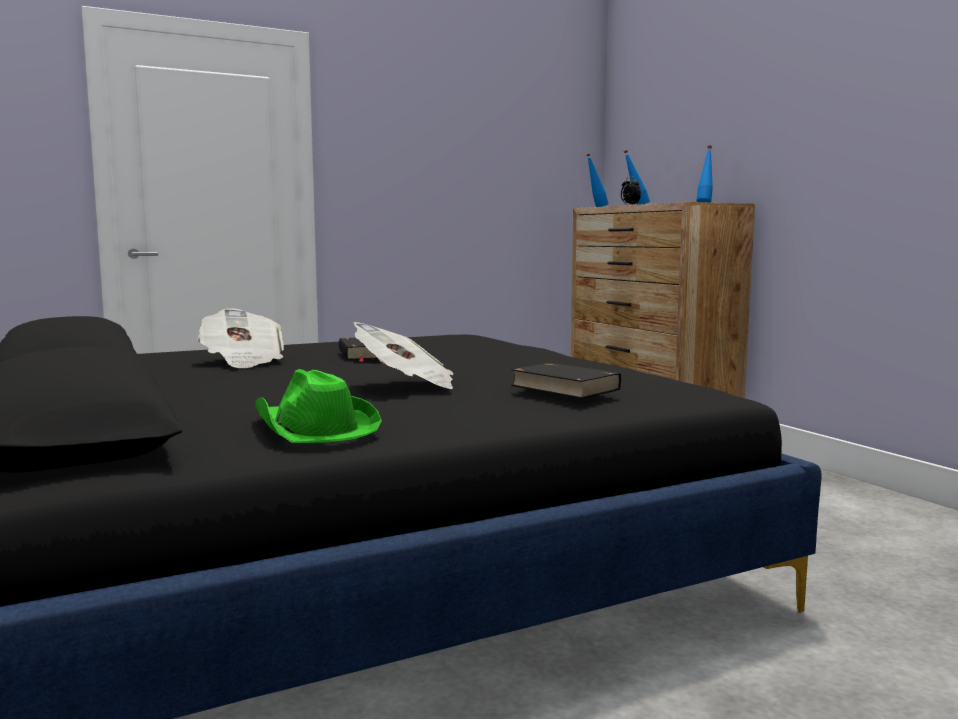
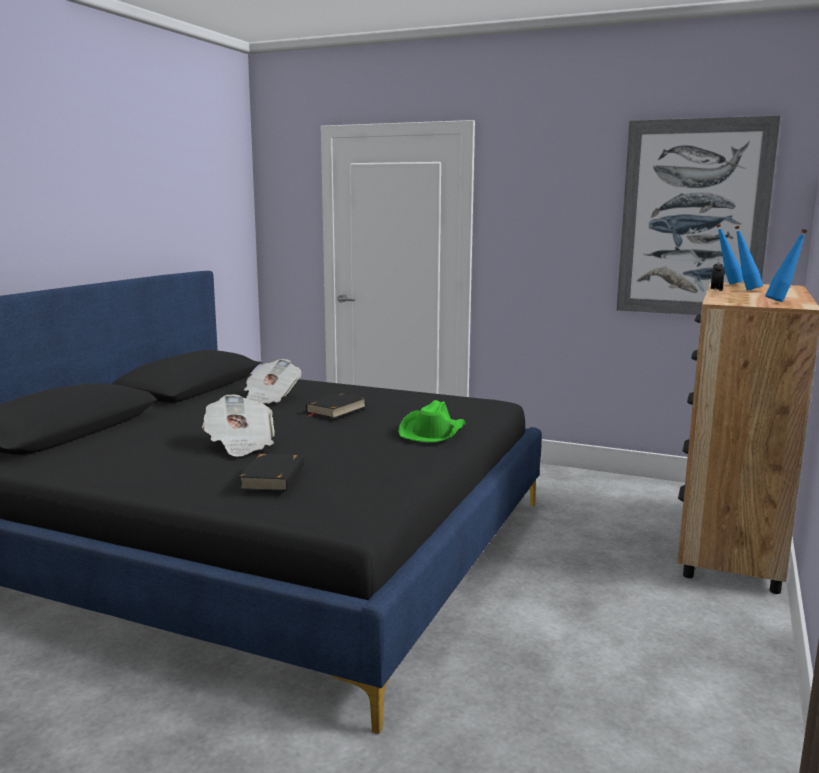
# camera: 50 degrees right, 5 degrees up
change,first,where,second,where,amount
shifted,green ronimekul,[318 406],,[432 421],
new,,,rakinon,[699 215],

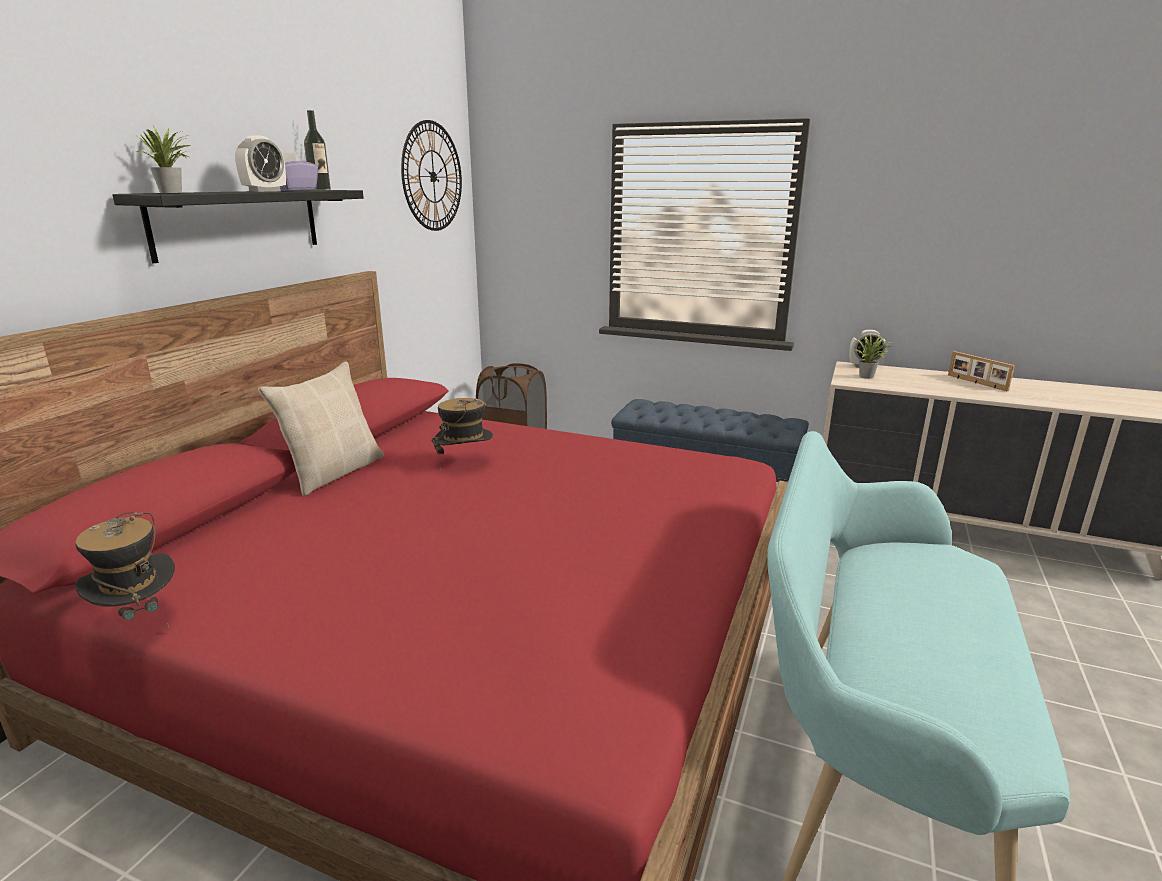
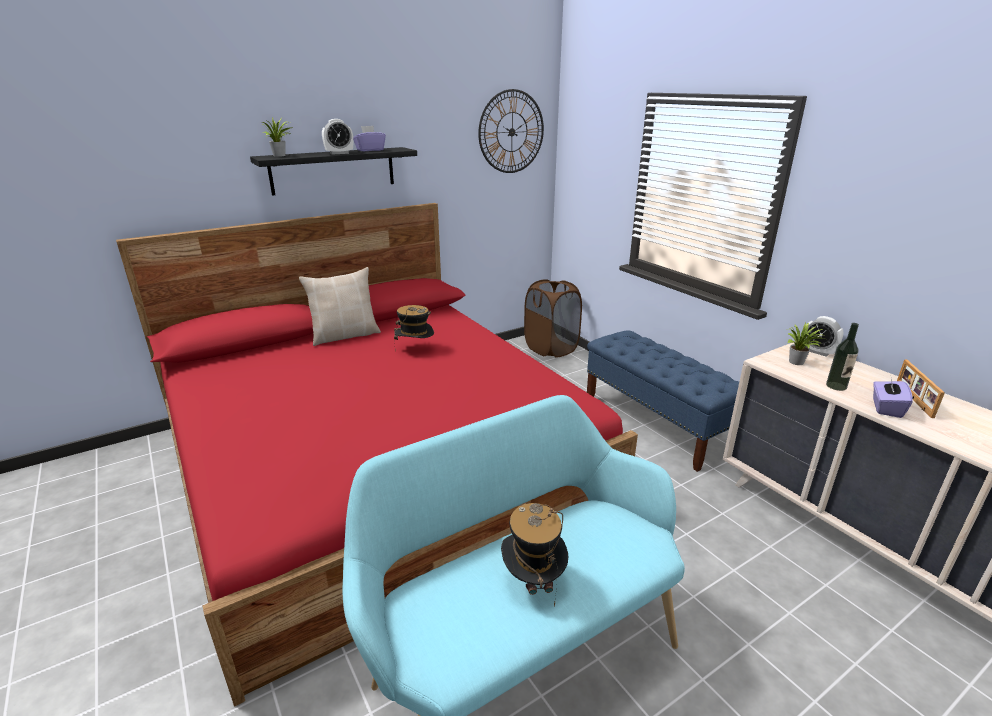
# camera: 35 degrees right, 5 degrees up
change,first,where,second,where,amount
shifted,ronimekul,[125 571],,[534 554],
shifted,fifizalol,[317 150],,[842 357],
new,,,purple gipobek,[892 398],

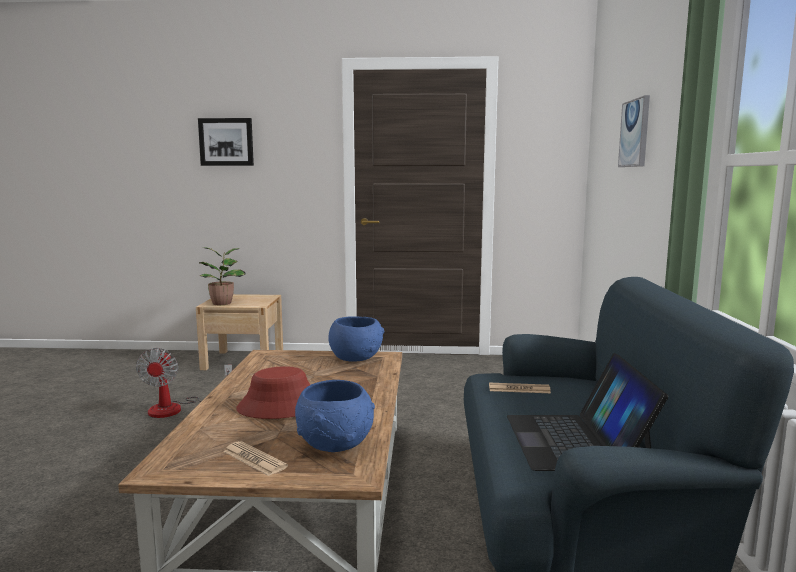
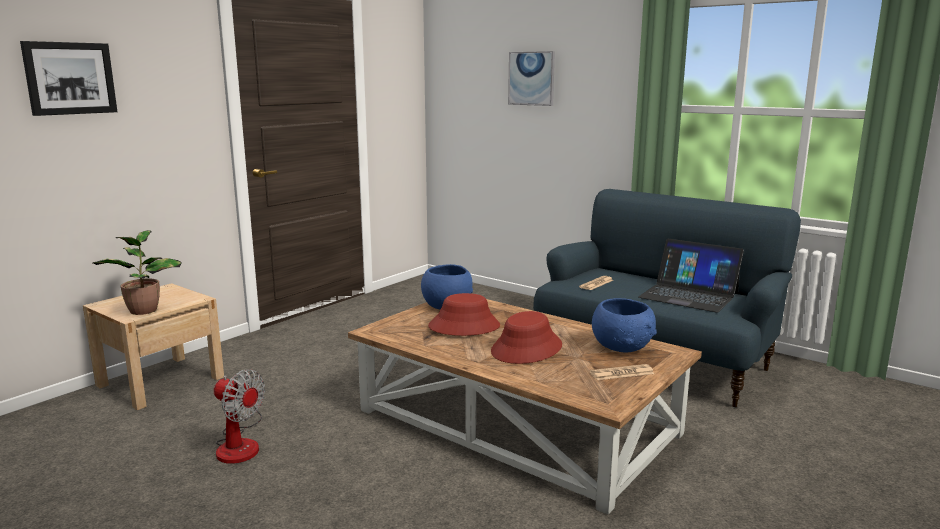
# camera: 55 degrees left, 5 degrees up
change,first,where,second,where,amount
new,,,red ronimekul,[464 314],

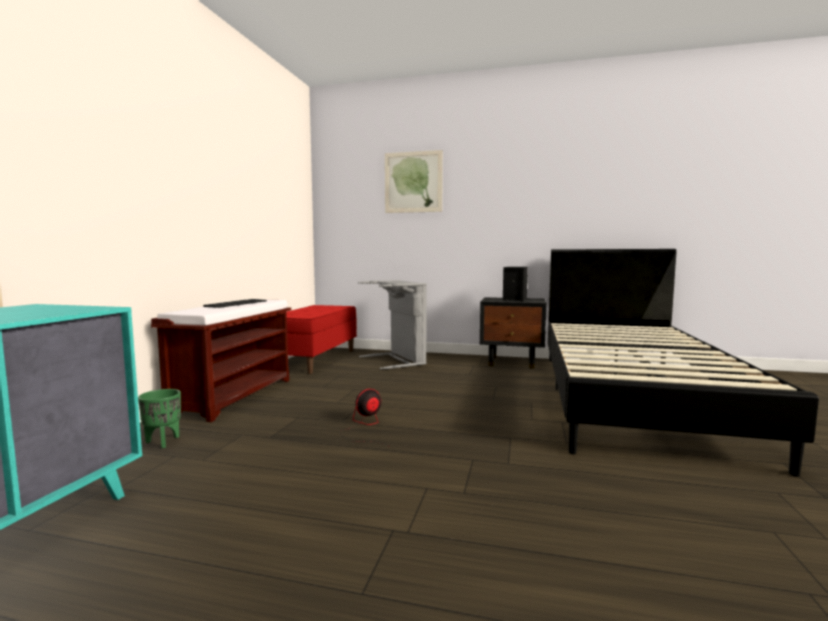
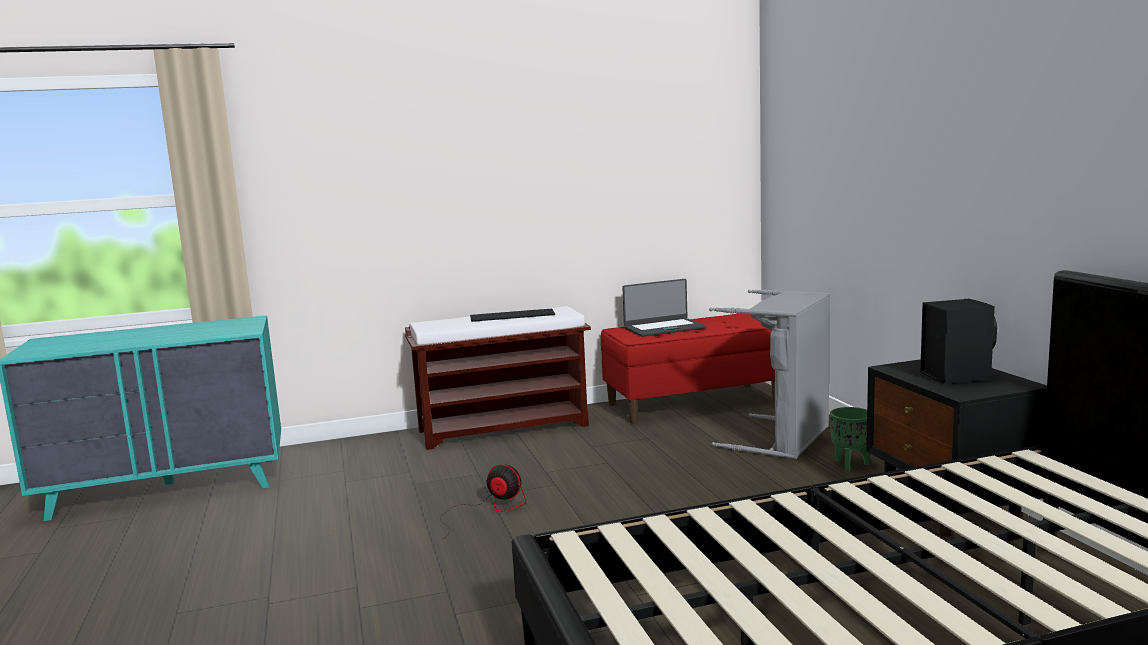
# camera: 60 degrees right, 5 degrees up
change,first,where,second,where,amount
shifted,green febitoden,[159 418],,[850 439],
gone,rakinon,[414 181],,,
new,,,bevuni,[664 308],

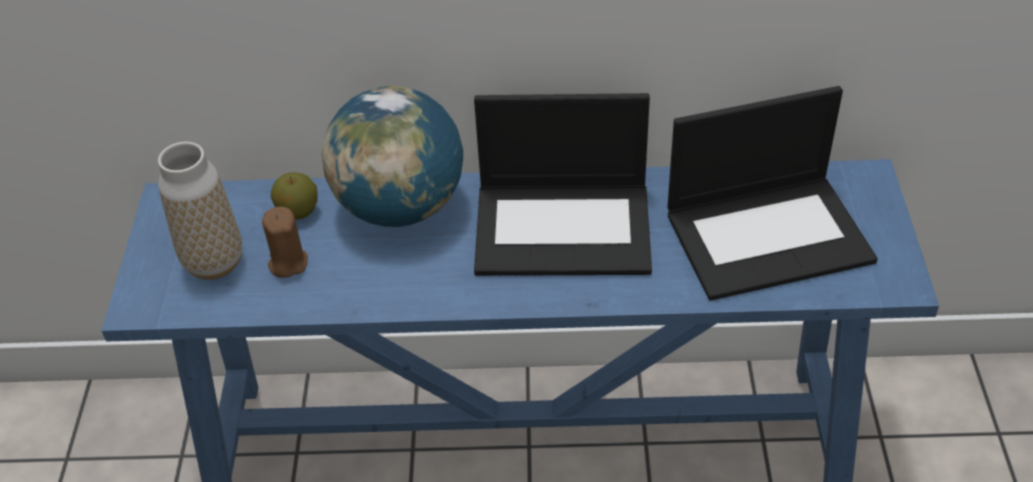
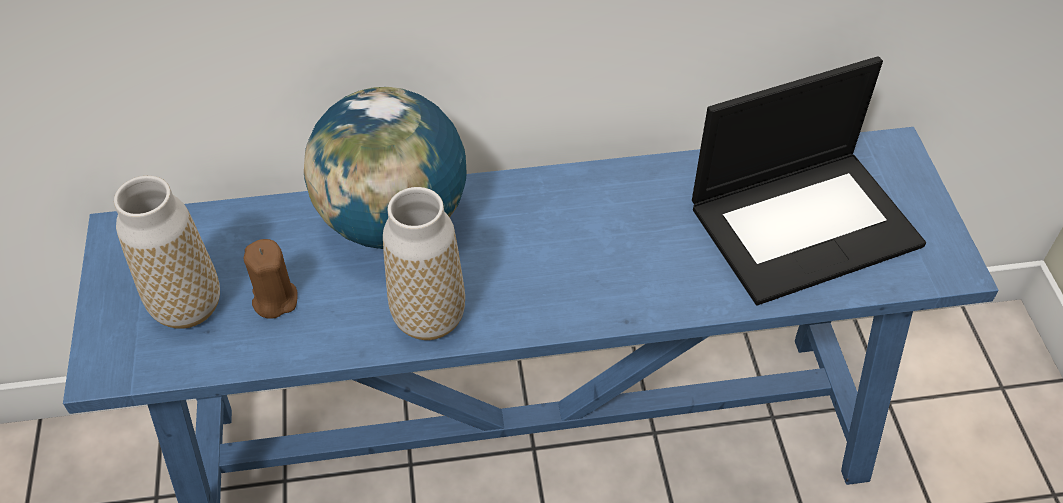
# camera: 10 degrees left, 5 degrees up
change,first,where,second,where,amount
gone,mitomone,[294 196],,,
gone,bevuni,[563 184],,,
new,,,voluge,[424 263],

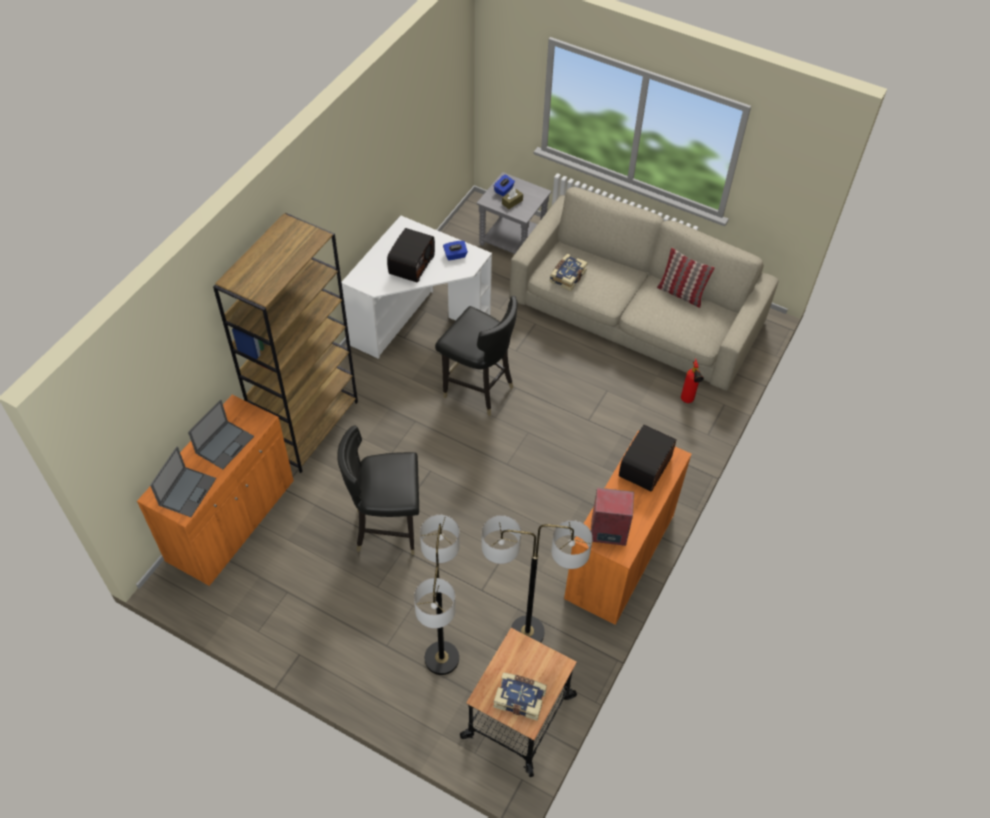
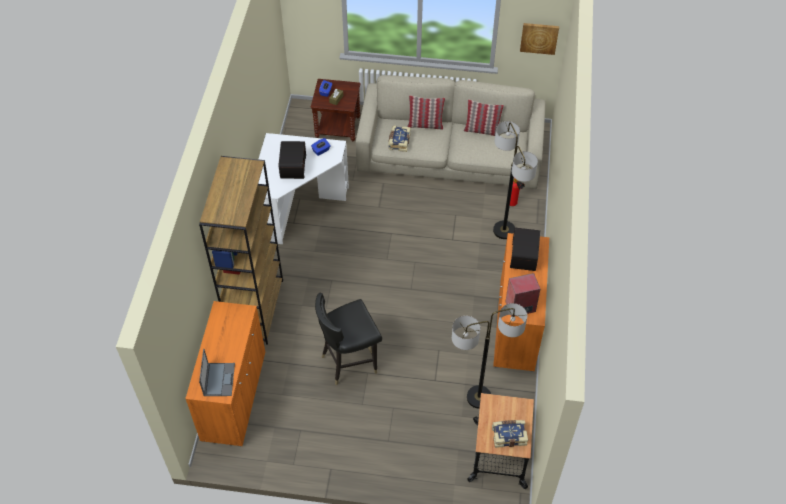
# camera: 20 degrees left, 0 degrees up
change,first,where,second,where,amount
gone,bevuni,[221 434],,,
shifted,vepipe,[437 595],,[515 180],
gone,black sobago,[476 356],,,
repainted,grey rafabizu,[514 213],brown rafabizu,[336 110],
new,,,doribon,[426 112],
new,,,rakinon,[539 39],

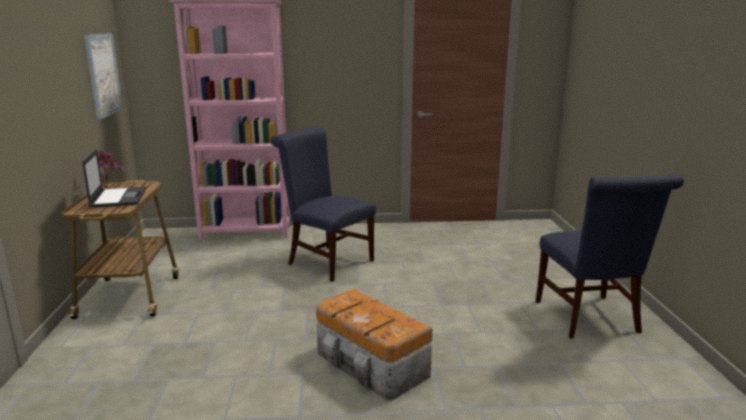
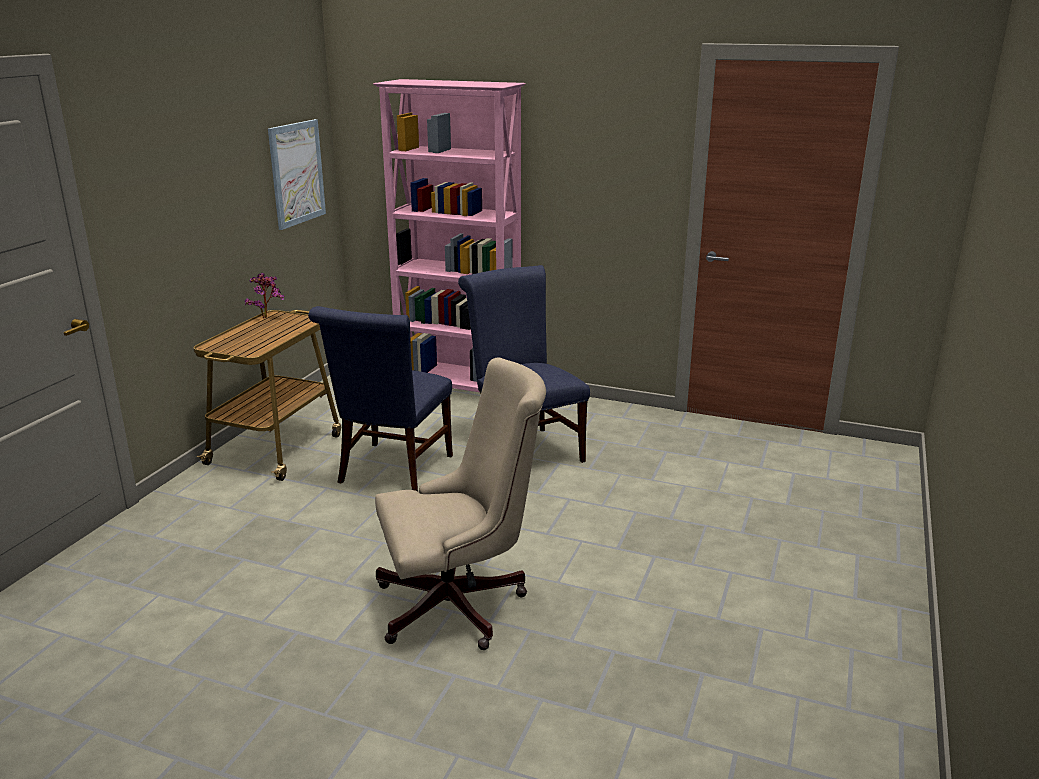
# camera: 25 degrees right, 5 degrees up
change,first,where,second,where,amount
gone,bevuni,[114 178],,,
swapped,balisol,[374 344],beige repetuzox,[460 504],
shifted,blue sobago,[609 256],,[380 398],

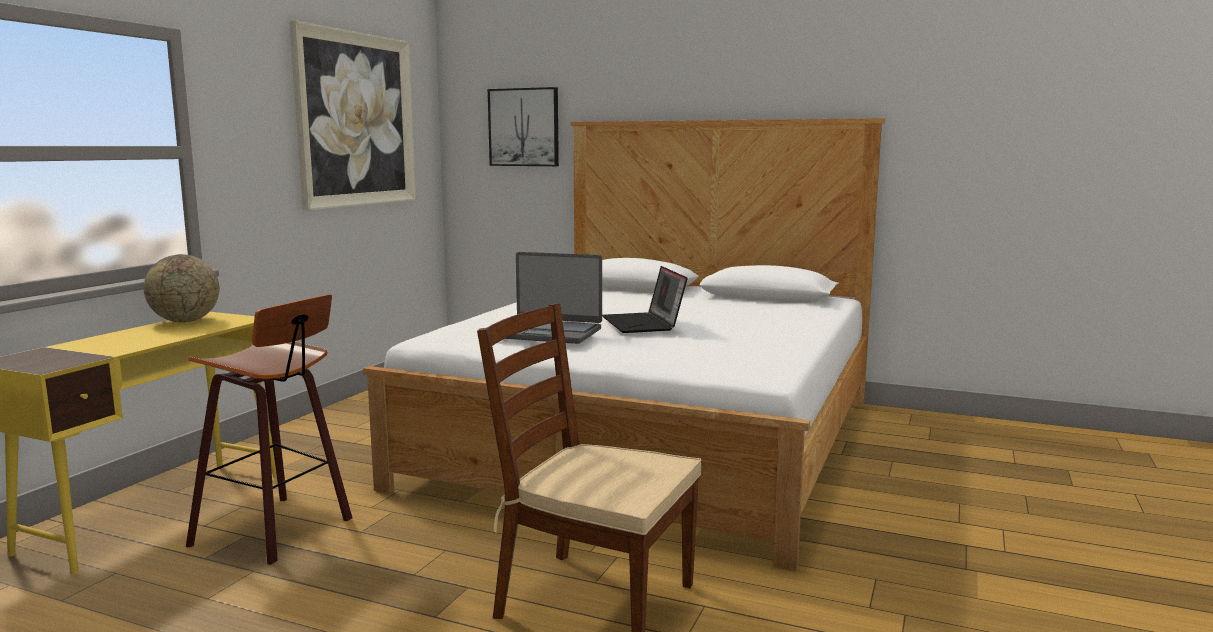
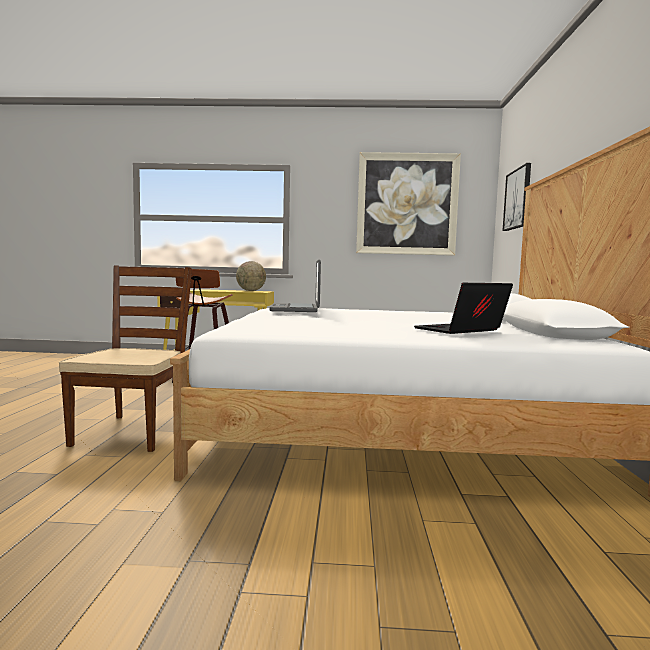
# camera: 70 degrees right, 5 degrees down
change,first,where,second,where,amount
shifted,bevuni,[645 299],,[463 308],

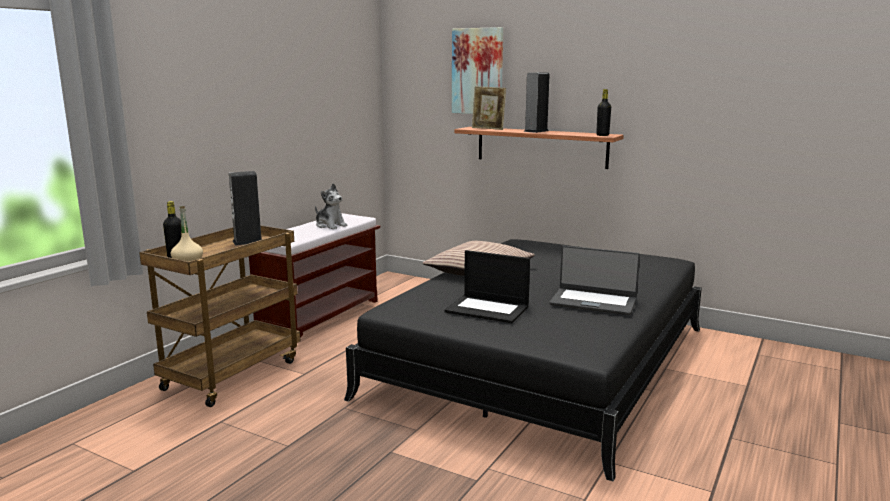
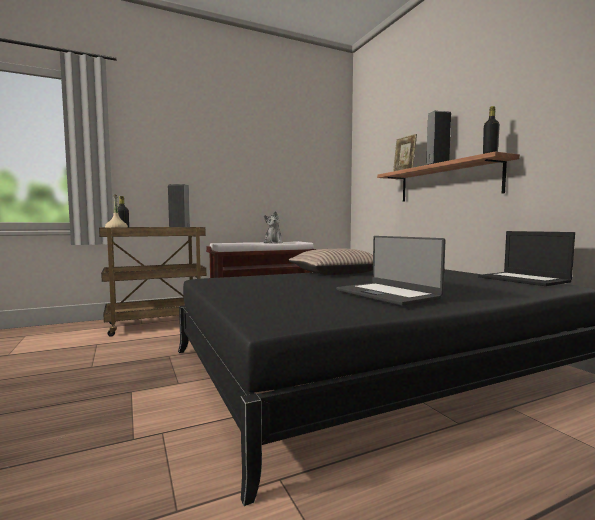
# camera: 35 degrees right, 10 degrees down
change,first,where,second,where,amount
shifted,bevuni,[487 286],,[526 258],
gone,rakinon,[477 70],,,

